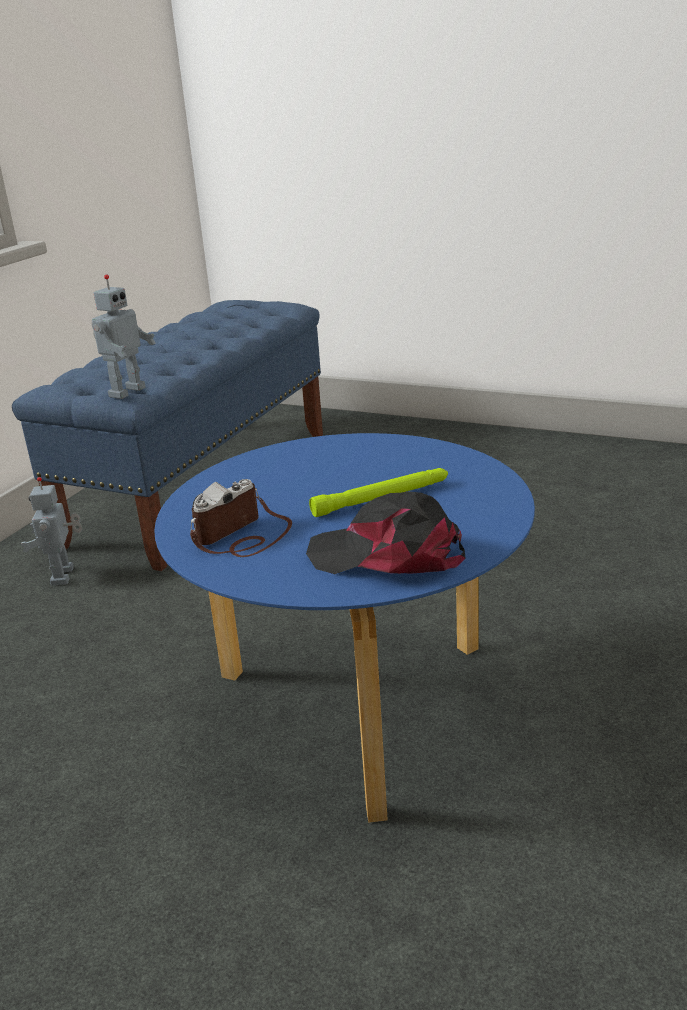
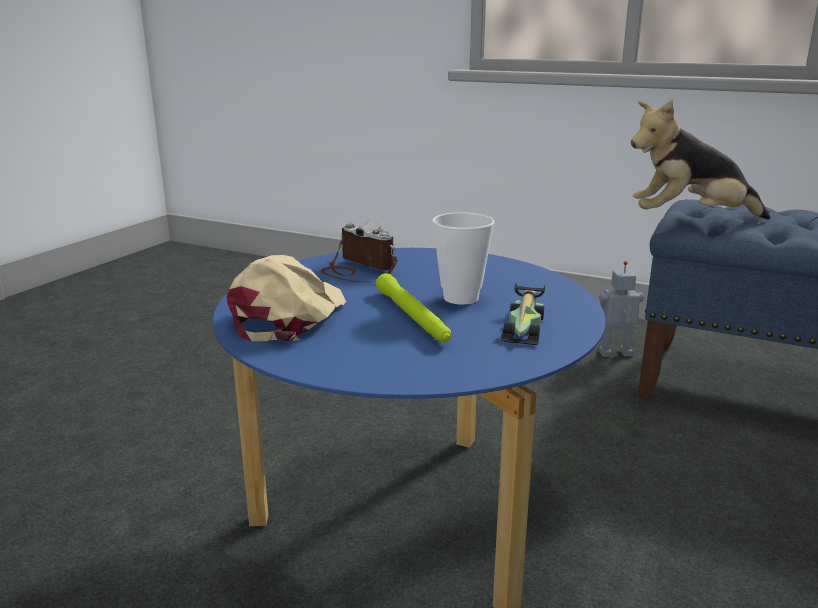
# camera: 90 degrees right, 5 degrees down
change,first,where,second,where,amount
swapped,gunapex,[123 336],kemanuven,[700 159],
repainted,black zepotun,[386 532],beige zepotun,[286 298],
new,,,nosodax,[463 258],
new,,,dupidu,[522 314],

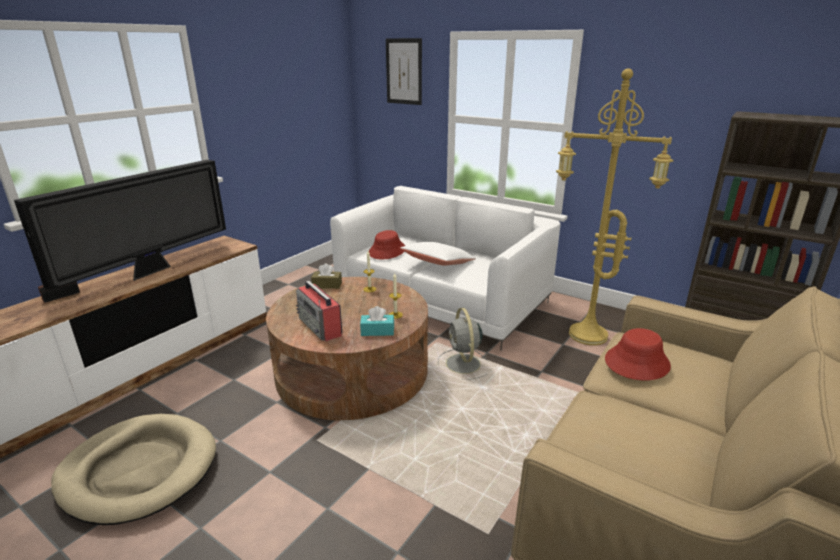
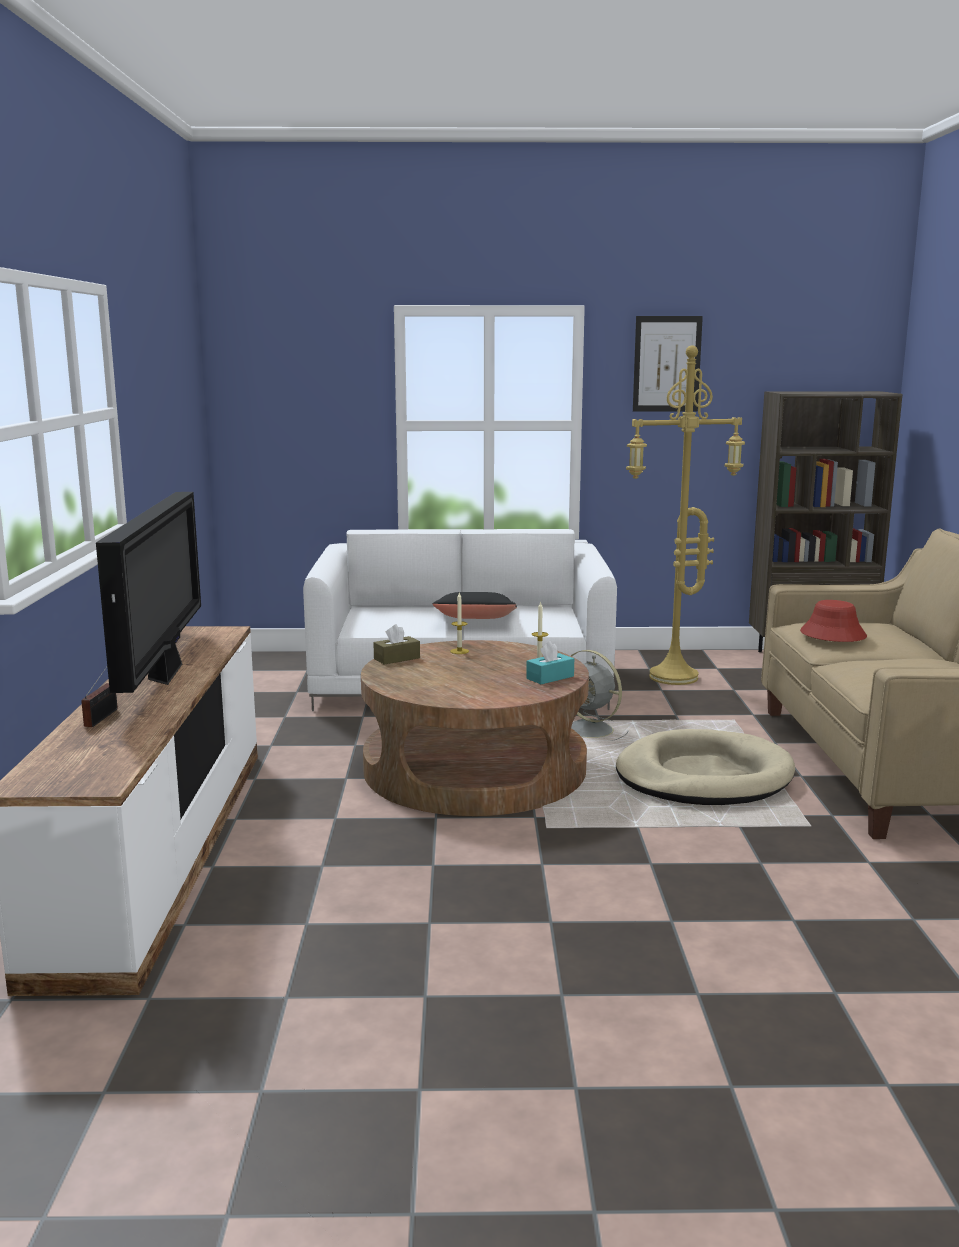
# camera: 35 degrees left, 10 degrees down
change,first,where,second,where,amount
shifted,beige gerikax,[133 469],,[705 767],
gone,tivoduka,[319 311],,,
gone,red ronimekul,[387 244],,,
shifted,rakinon,[404 71],,[668 364],
repainted,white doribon,[438 254],black doribon,[474 605],

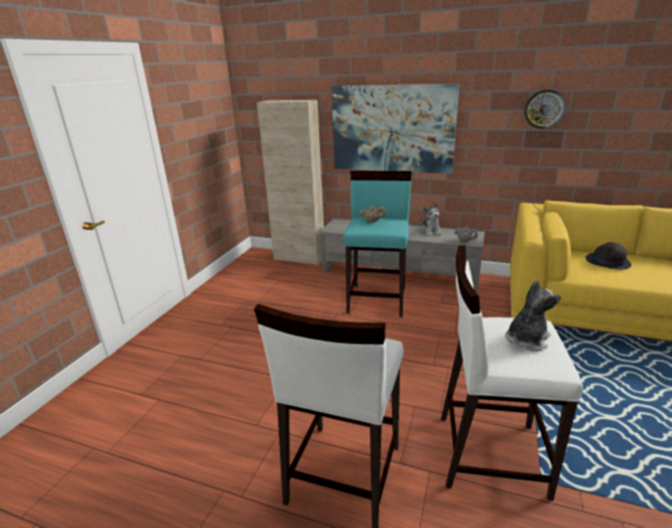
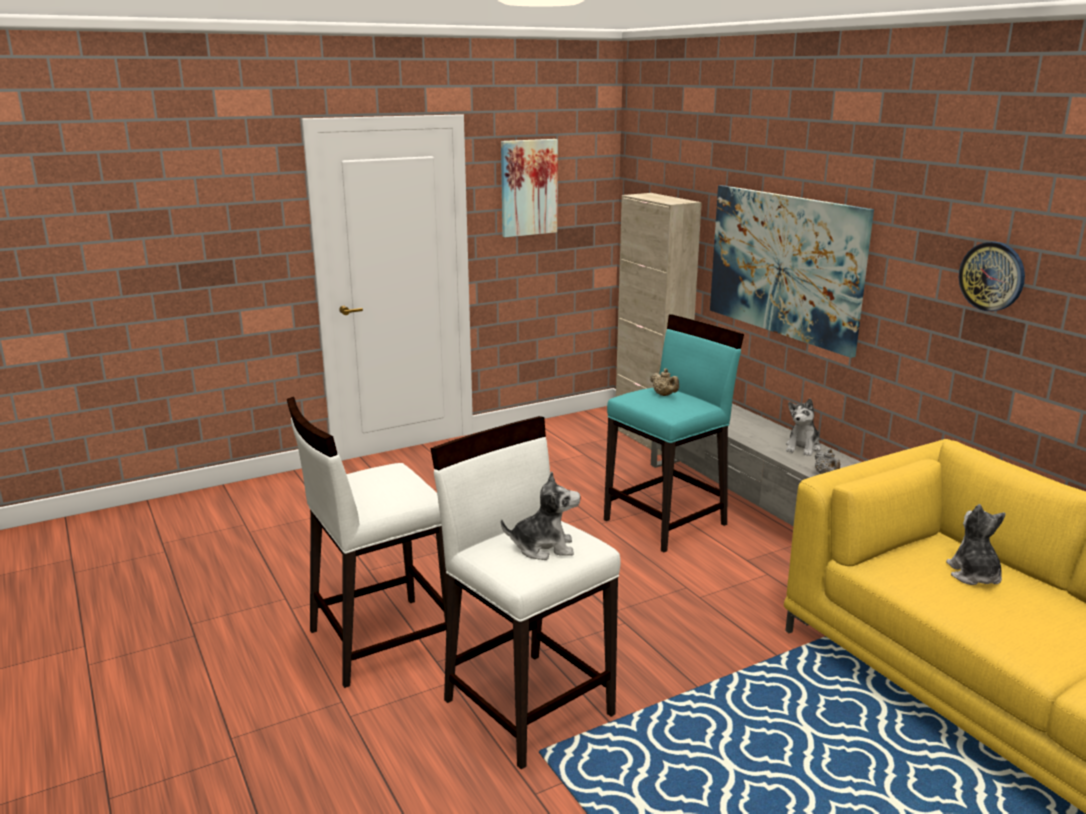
# camera: 40 degrees right, 5 degrees down
change,first,where,second,where,amount
swapped,black ronimekul,[608 256],kemanuven,[976 544],
new,,,rakinon,[529 188],

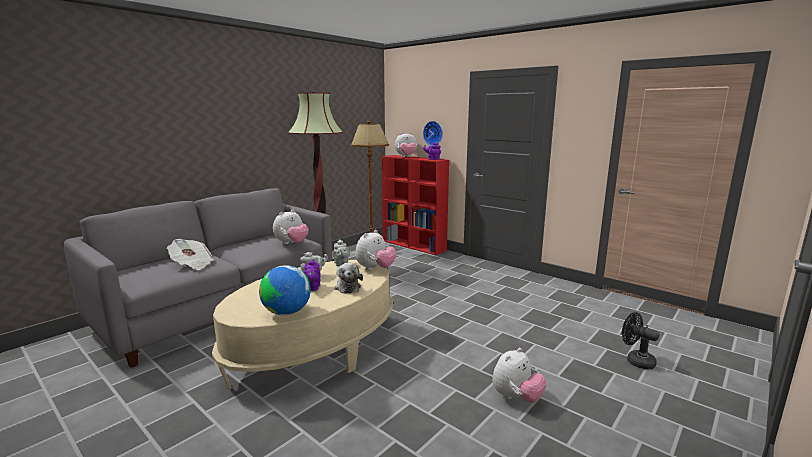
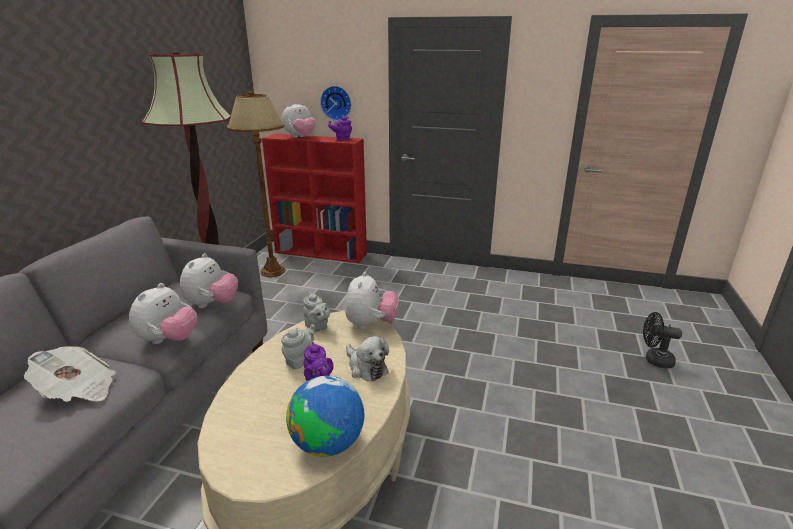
# camera: 25 degrees left, 10 degrees up
change,first,where,second,where,amount
shifted,kemanuven,[519 375],,[163 313],

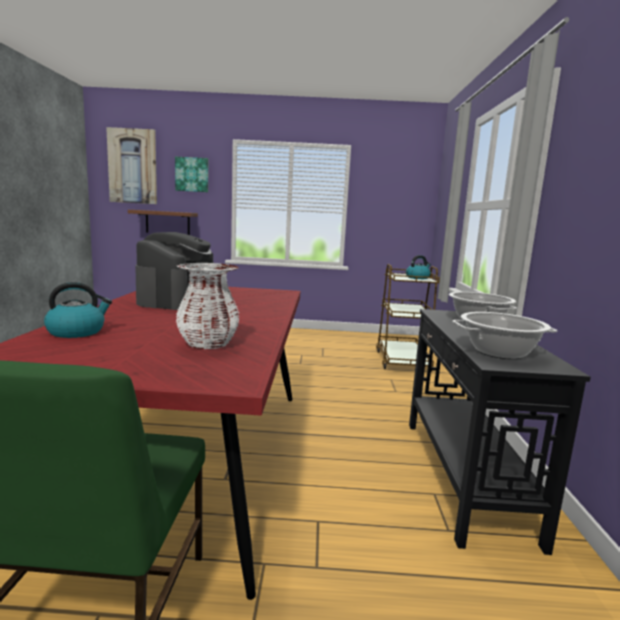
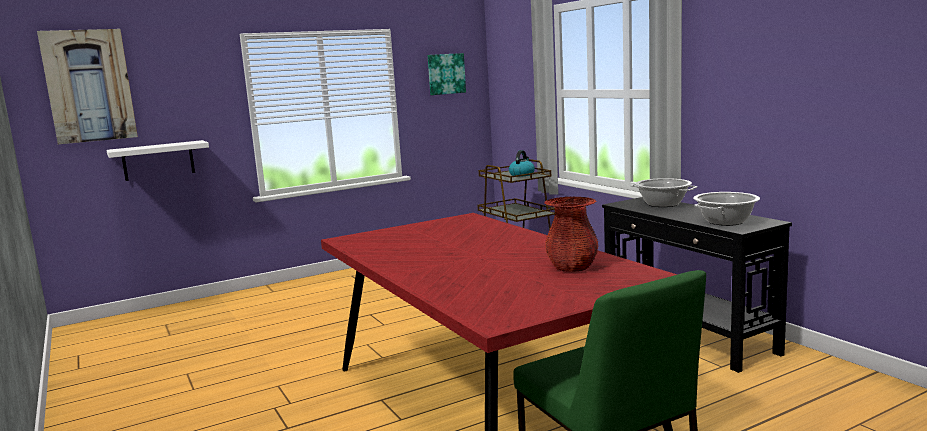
# camera: 30 degrees left, 0 degrees up
change,first,where,second,where,amount
gone,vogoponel,[78 310],,,
repainted,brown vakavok,[163 222],white vakavok,[158 160],
gone,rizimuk,[174 271],,,
shifted,rakinon,[191 174],,[447 74],
repainted,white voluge,[207 306],red voluge,[571 234],

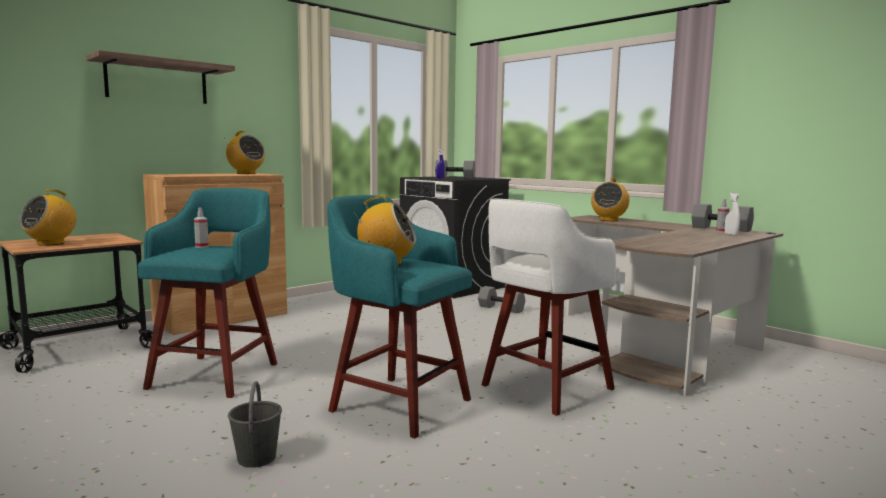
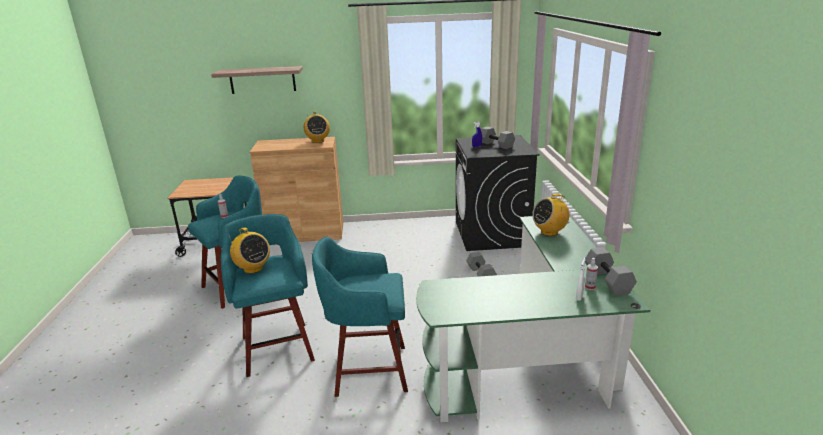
# camera: 40 degrees right, 15 degrees up
change,first,where,second,where,amount
gone,tivoduka,[48 217],,,
gone,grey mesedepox,[255 424],,,
repainted,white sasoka,[550 307],turquoise sasoka,[360 316],
repainted,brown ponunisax,[675 305],green ponunisax,[533 319],

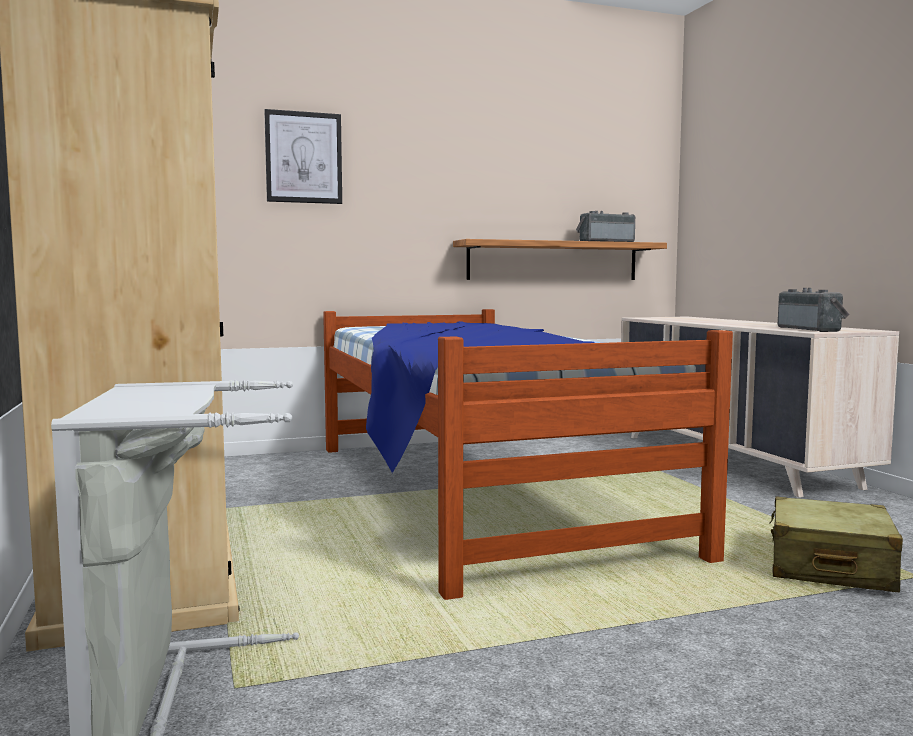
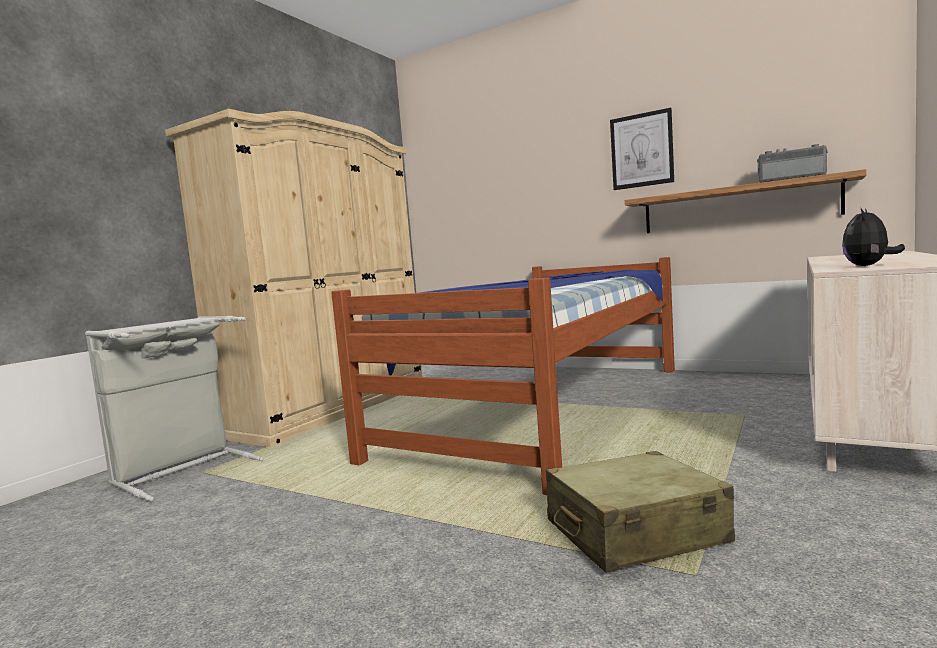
# camera: 50 degrees right, 0 degrees up
change,first,where,second,where,amount
shifted,rakinon,[303 156],,[642 149],
swapped,tivoduka,[813 310],kemanuven,[873 237],

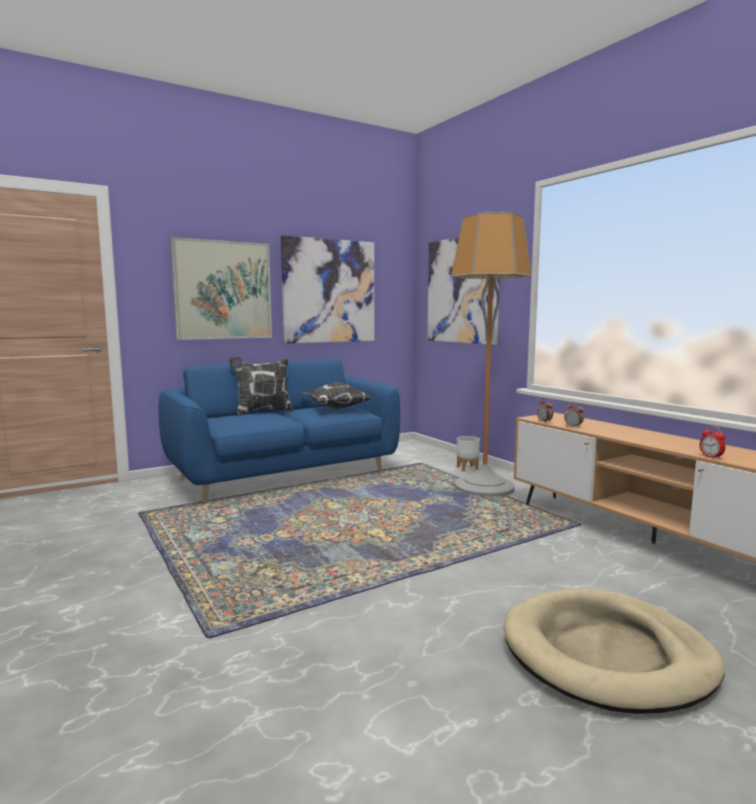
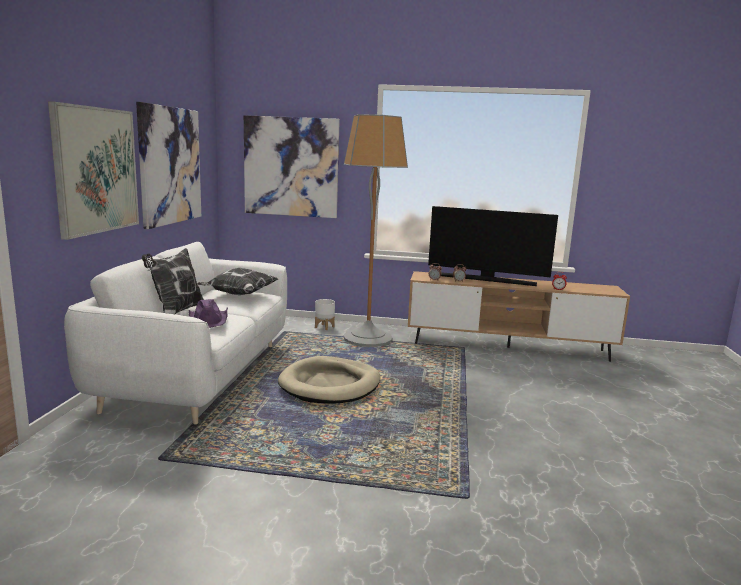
# camera: 50 degrees left, 5 degrees up
change,first,where,second,where,amount
repainted,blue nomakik,[279 430],white nomakik,[175 333],
shifted,beige gerikax,[614 651],,[329 380],
new,,,purple ronimekul,[208 313],
new,,,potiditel,[493 246],

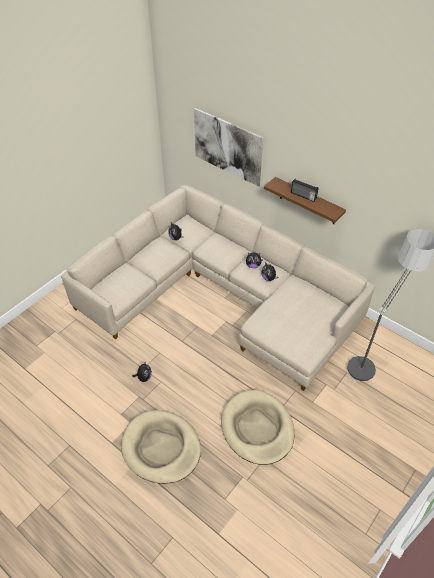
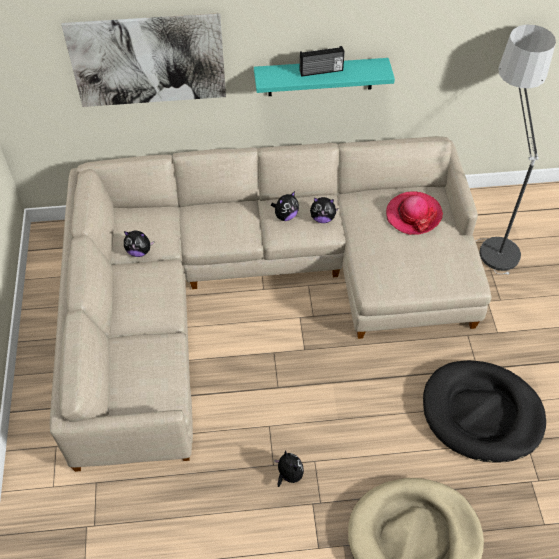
# camera: 45 degrees left, 5 degrees up
change,first,where,second,where,amount
repainted,beige gerikax,[258 427],black gerikax,[484 411],
repainted,brown vakavok,[305 200],turquoise vakavok,[324 77],
new,,,ronimekul,[414 213],

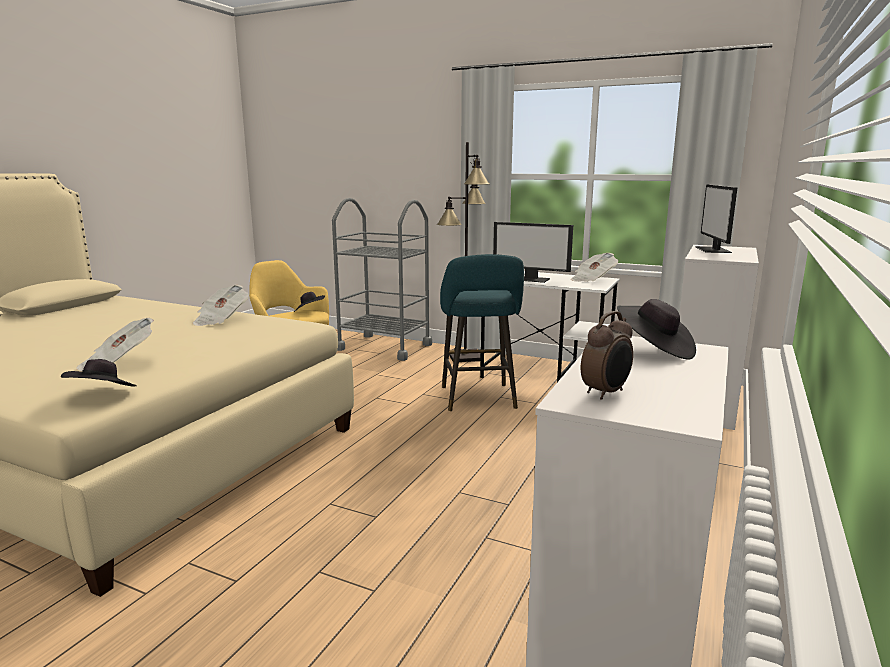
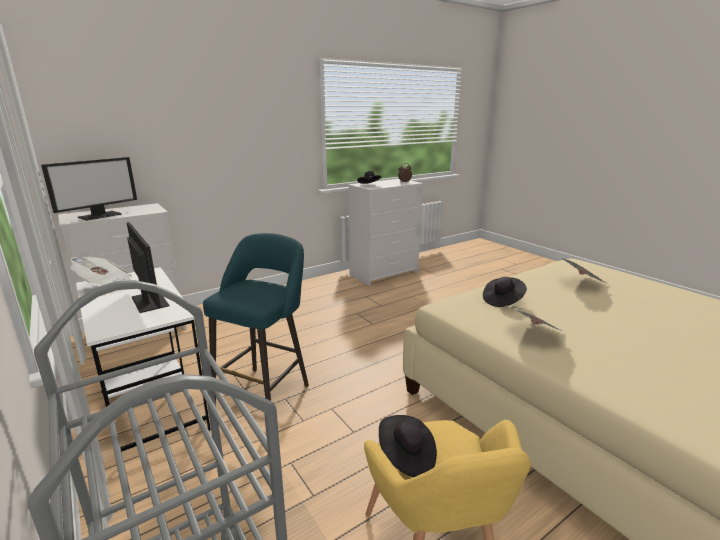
# camera: 150 degrees left, 5 degrees up
change,first,where,second,where,amount
shifted,black ronimekul,[99 373],,[505 292],
gone,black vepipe,[463 252],,,

